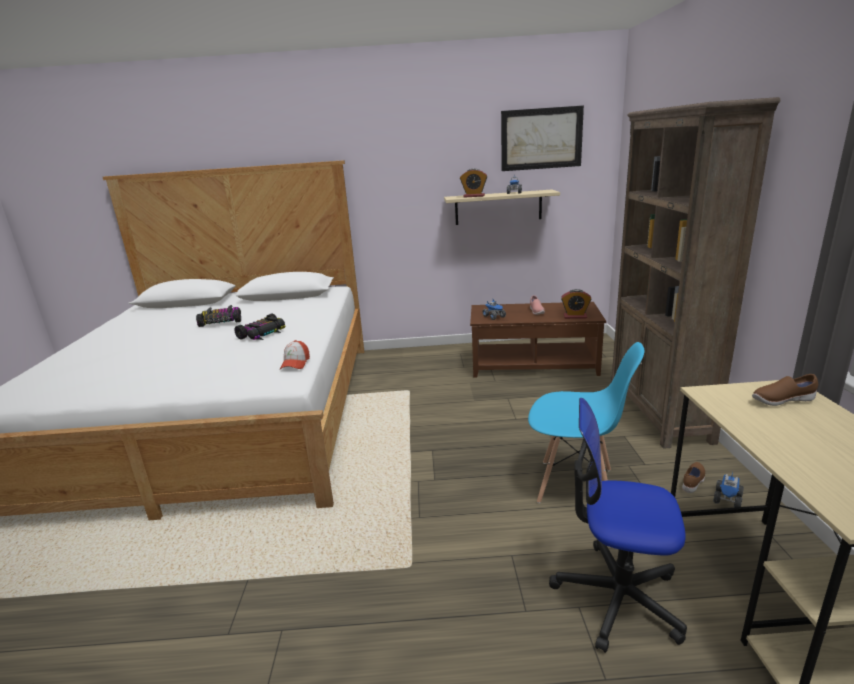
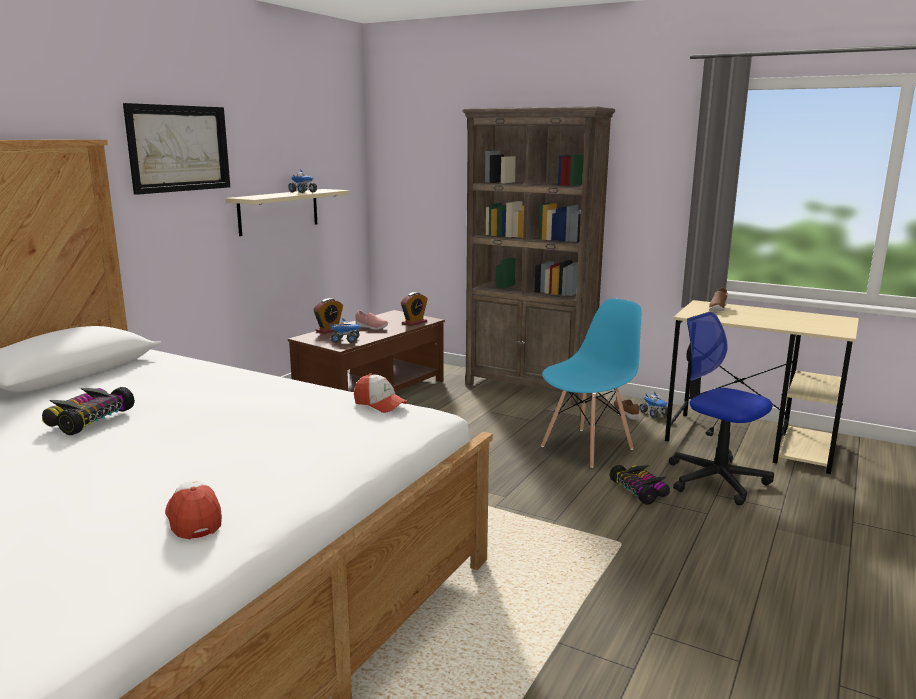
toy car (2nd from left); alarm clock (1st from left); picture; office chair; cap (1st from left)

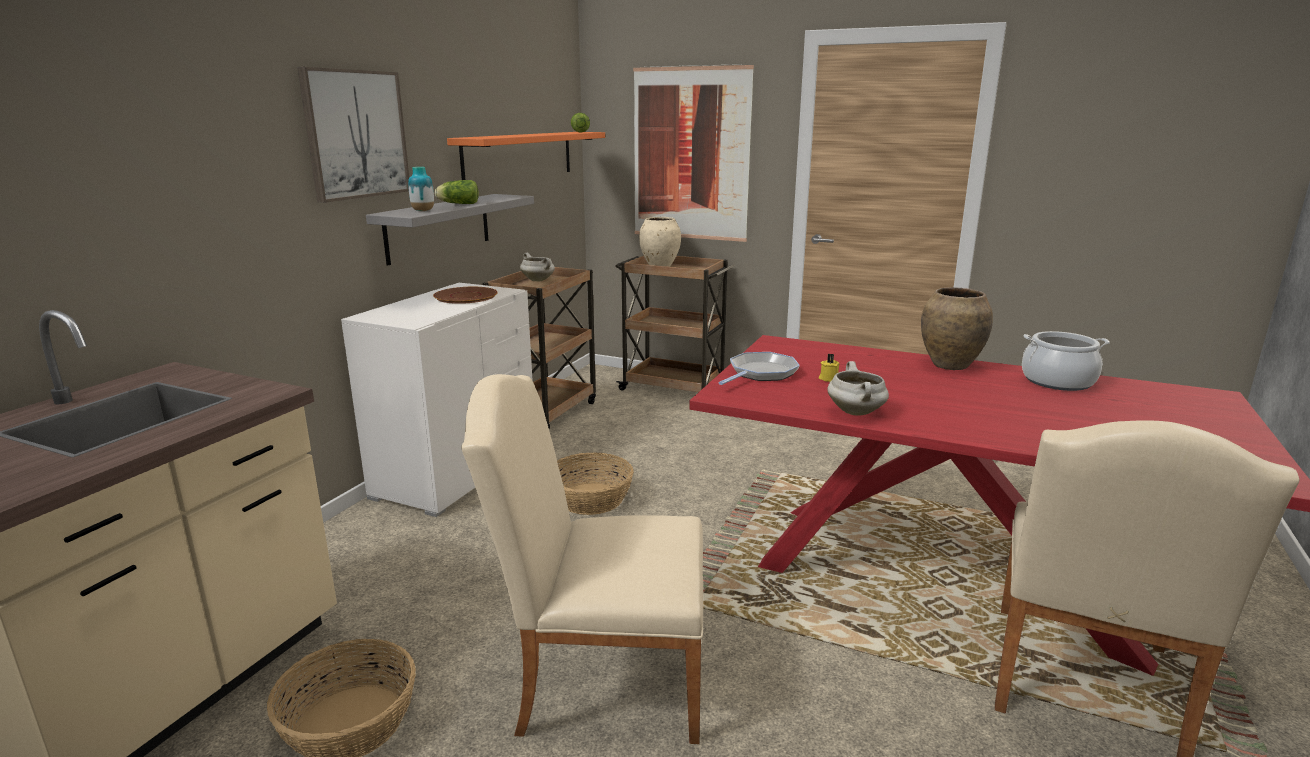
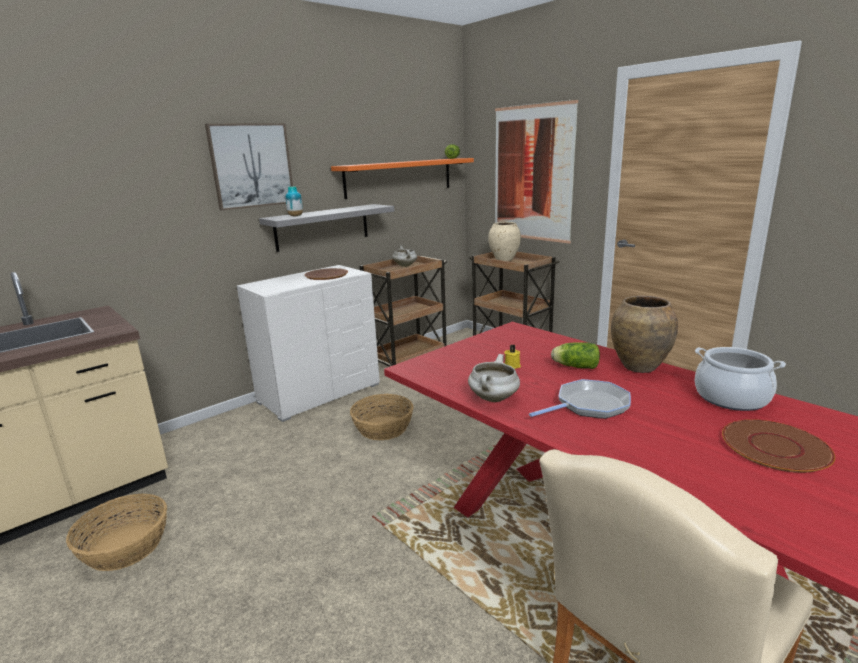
lettuce (2nd from left); chair (beige) (1st from left in the first image); frying pan; plate (brown) (2nd from left)

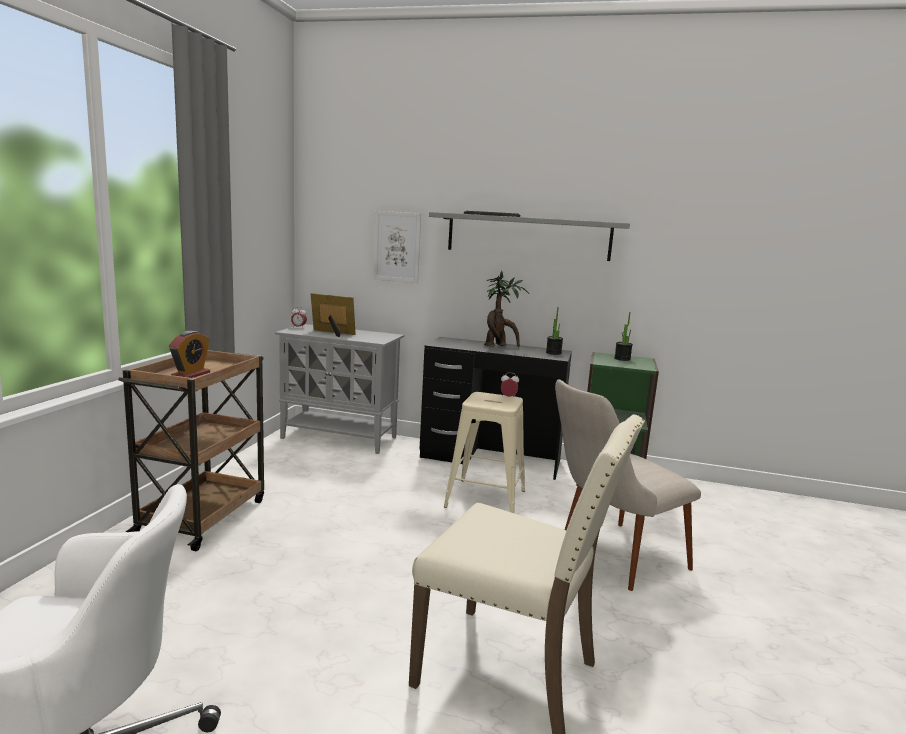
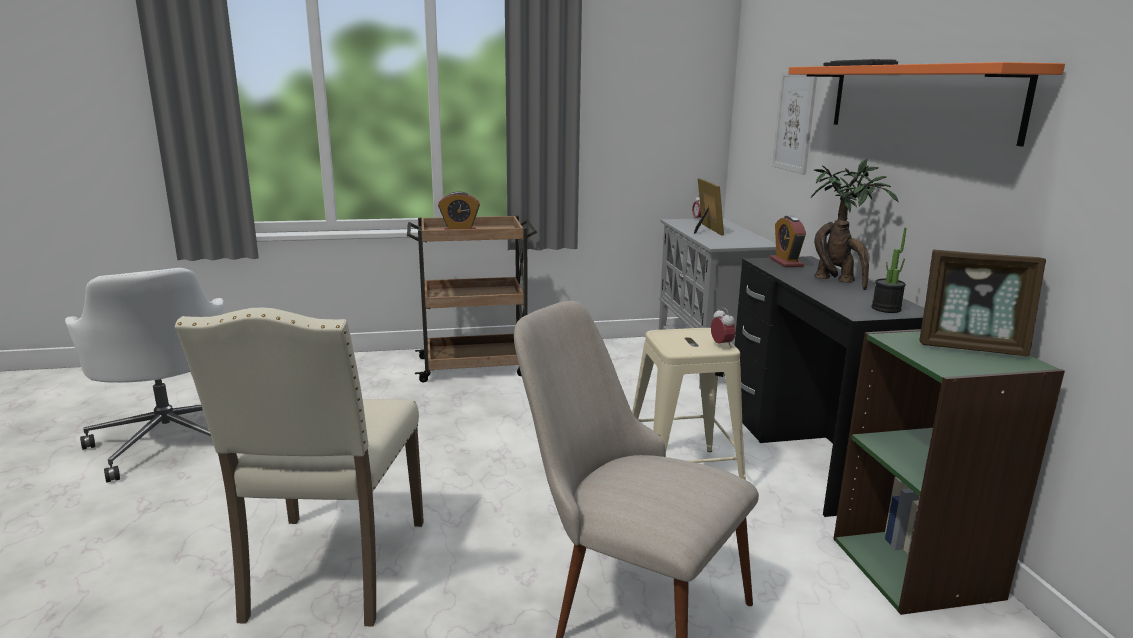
shelf (orange); picture frame (2nd from left); alarm clock (4th from left)

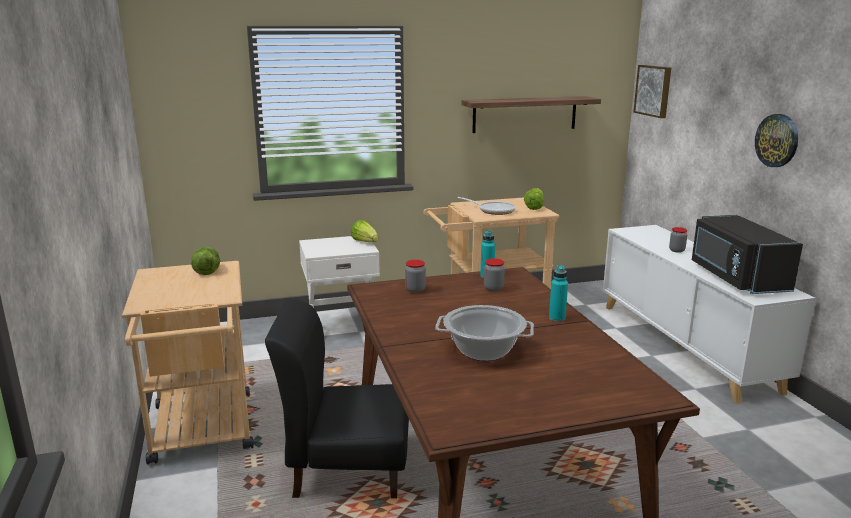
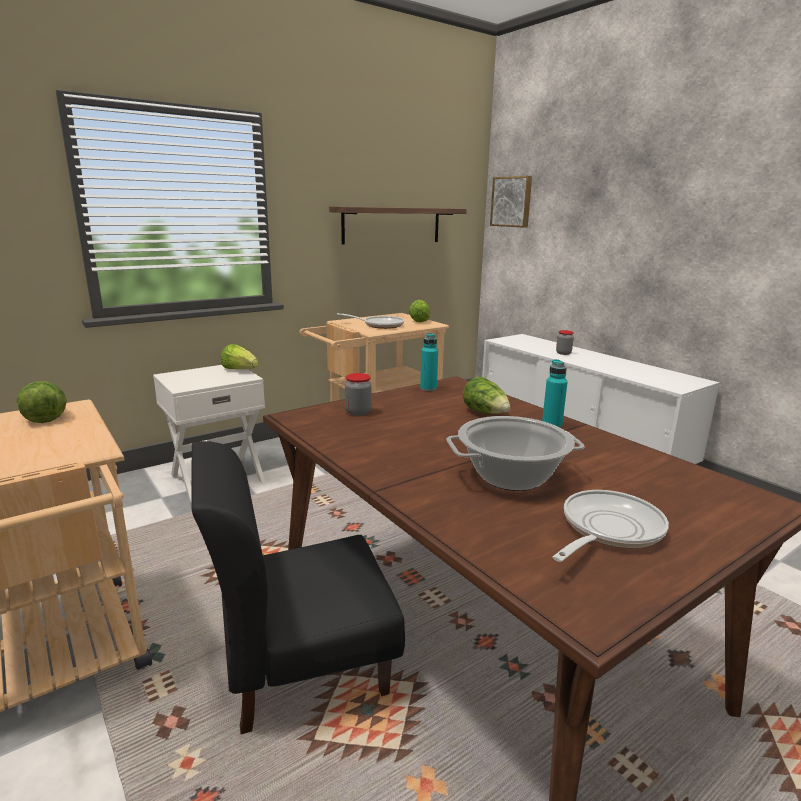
jar (2nd from left in the first image); microwave (black); wall clock; lettuce (4th from left); frying pan (2nd from left)

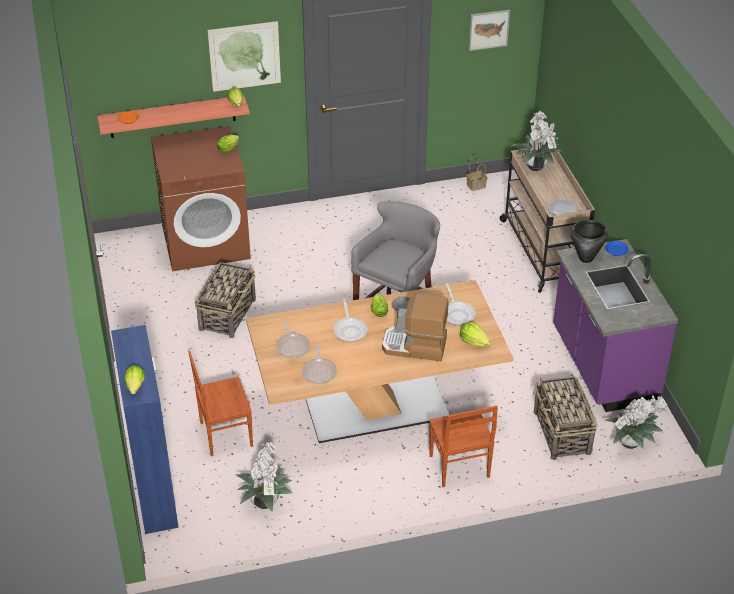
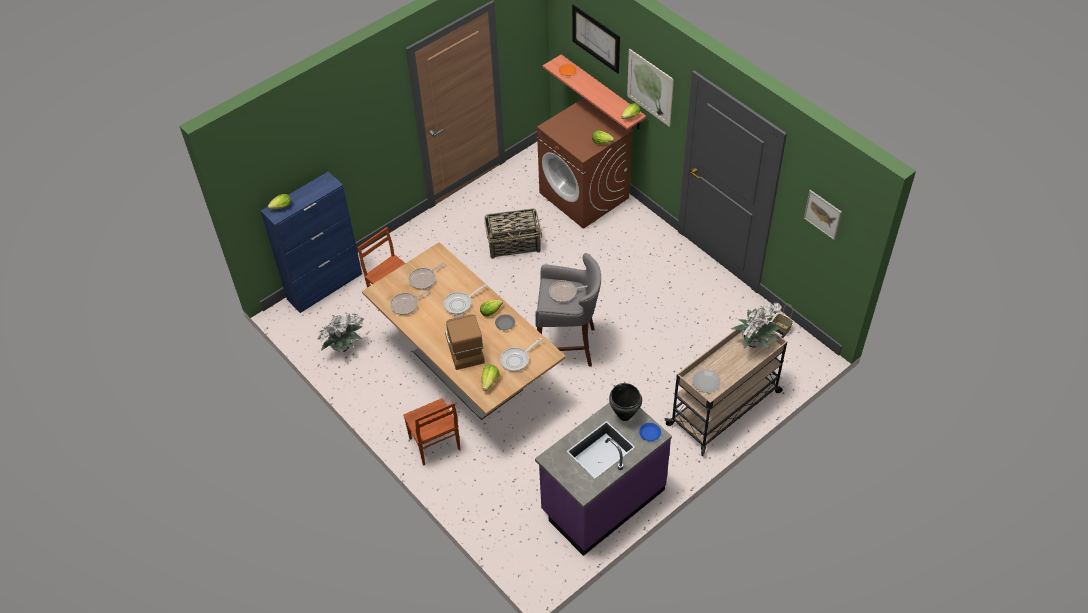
chair (brown) (2nd from left); basket (3rd from left in the first image); potted plant (3rd from left in the first image); frying pan (5th from left); picture (1st from left)

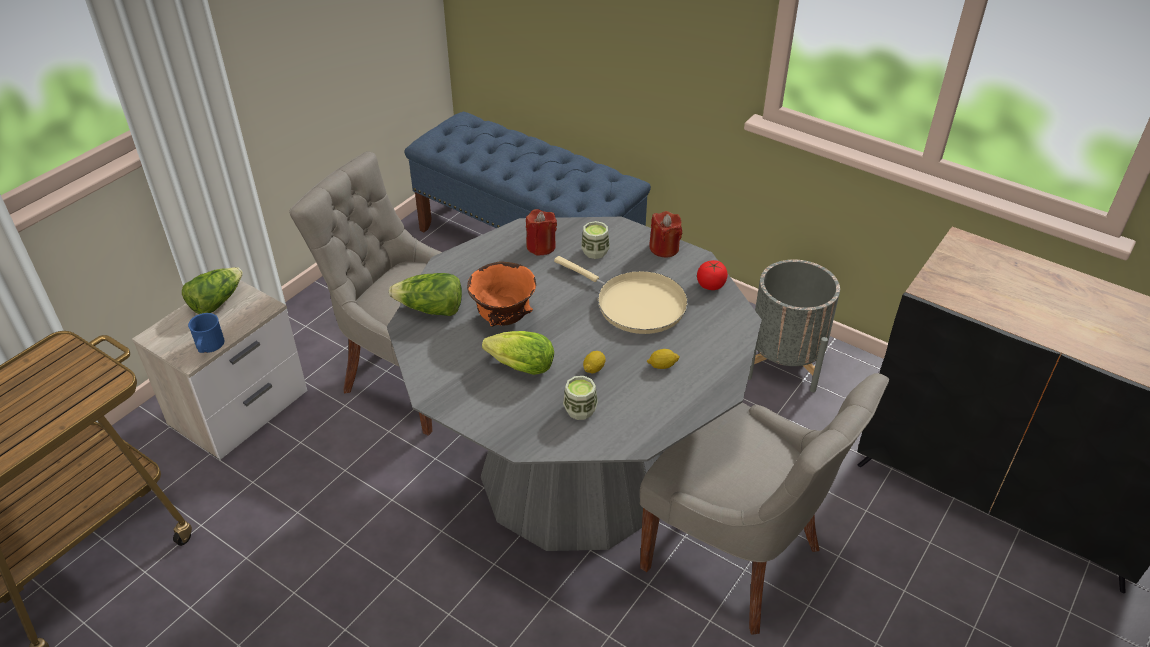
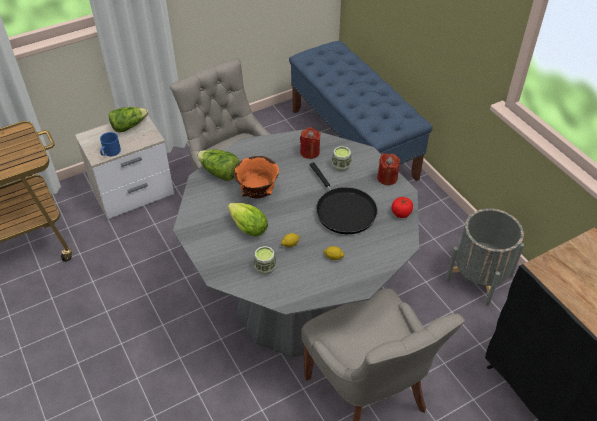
frying pan (black)

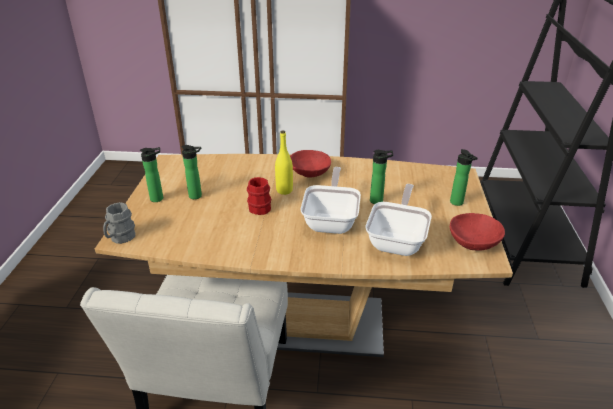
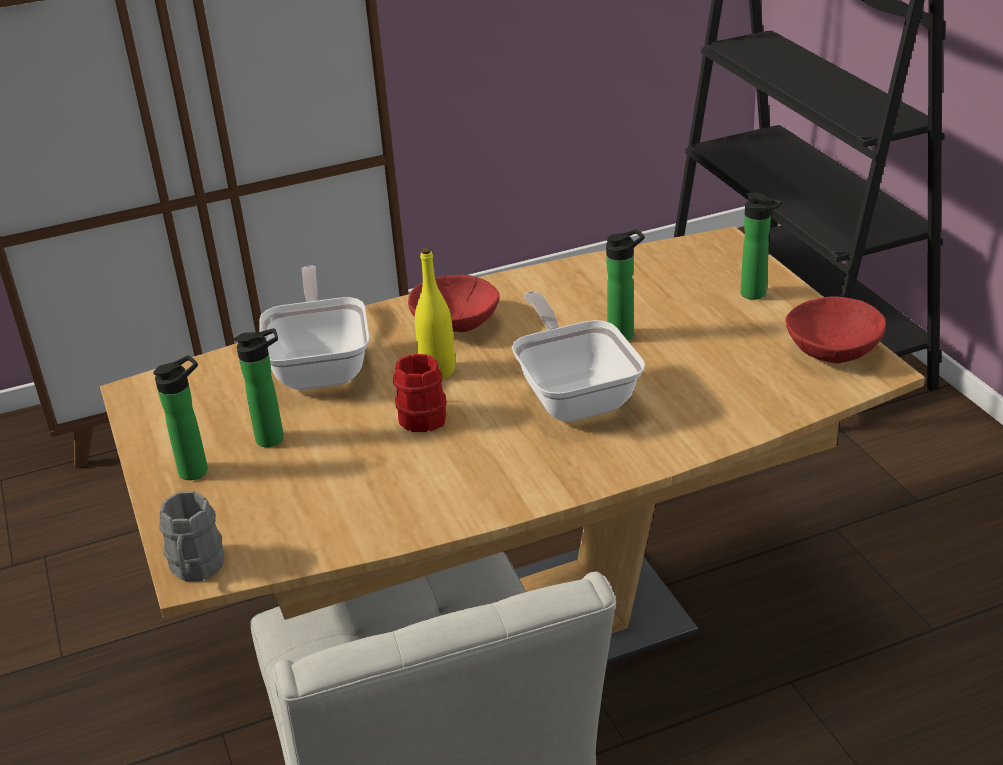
frying pan (1st from left)

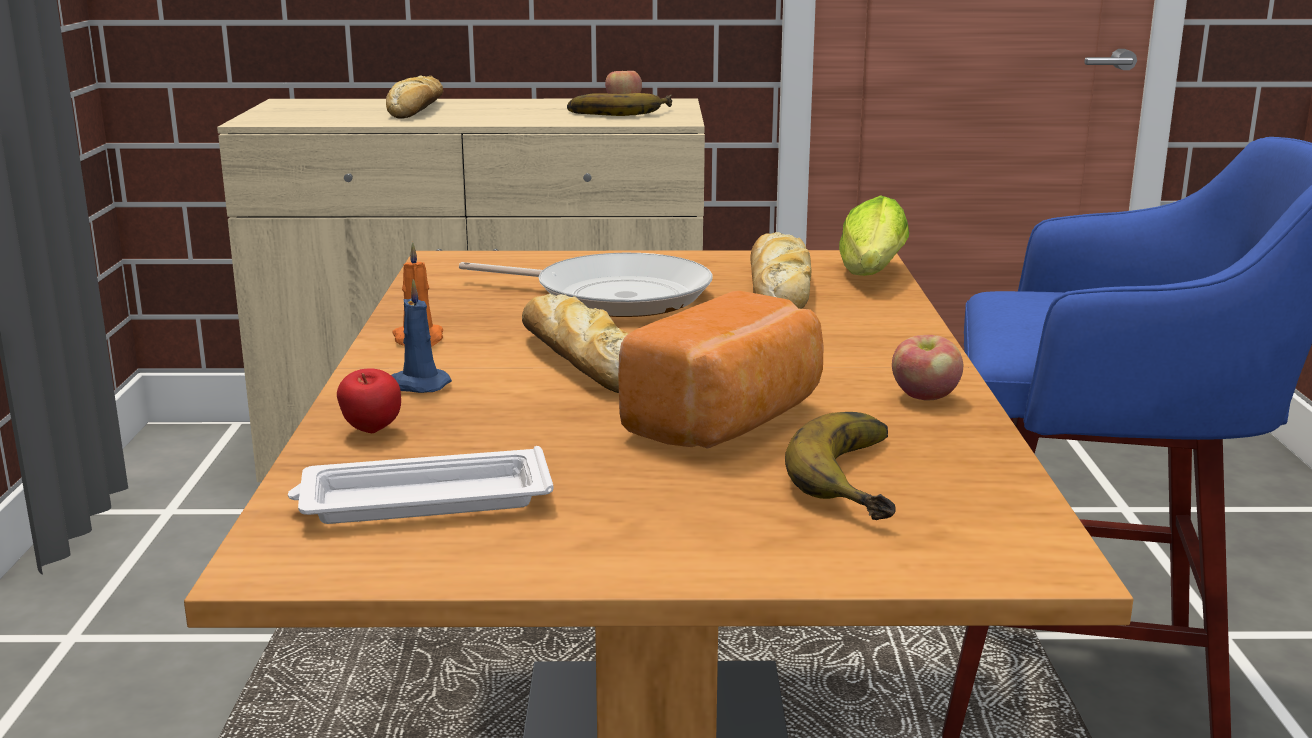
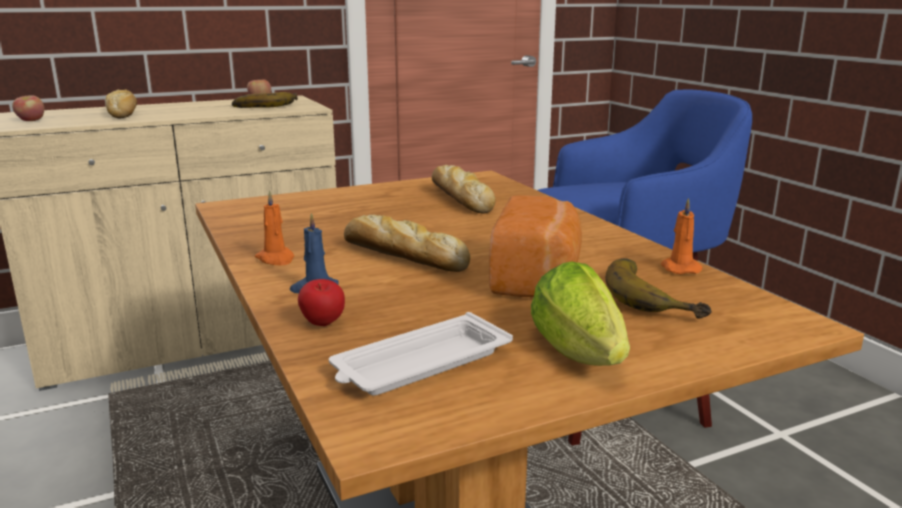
frying pan; lettuce; apple (1st from left); candle (orange) (2nd from left)

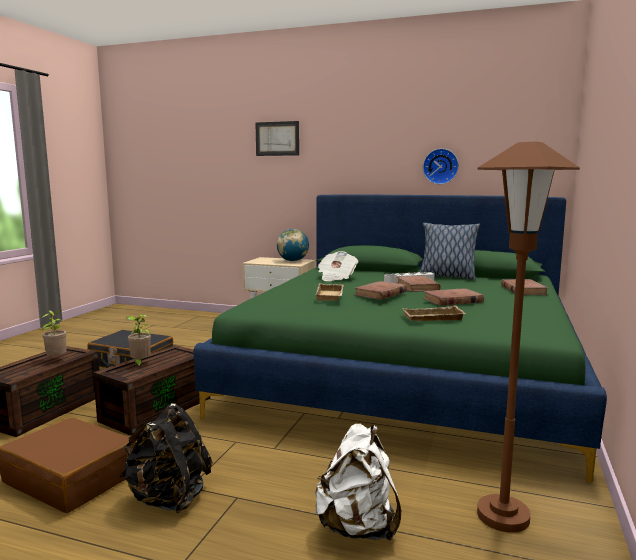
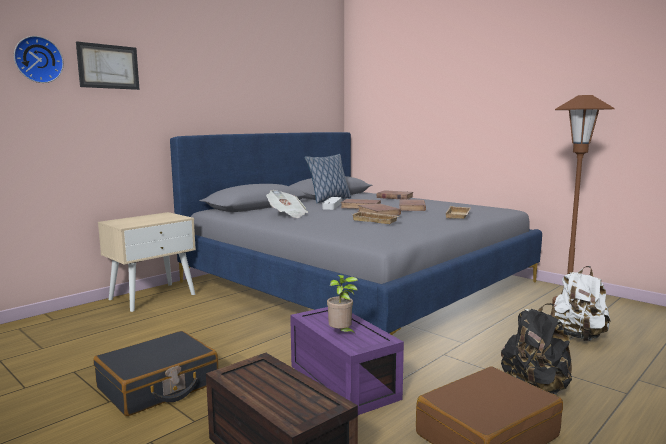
potted plant (1st from left in the first image); storage box (purple); bed (grey); globe; wall clock

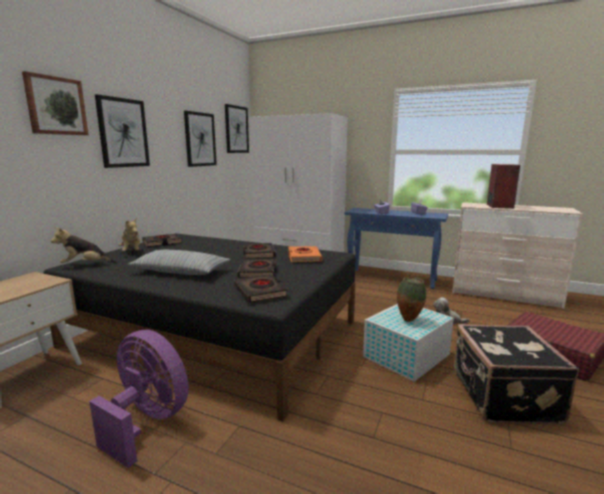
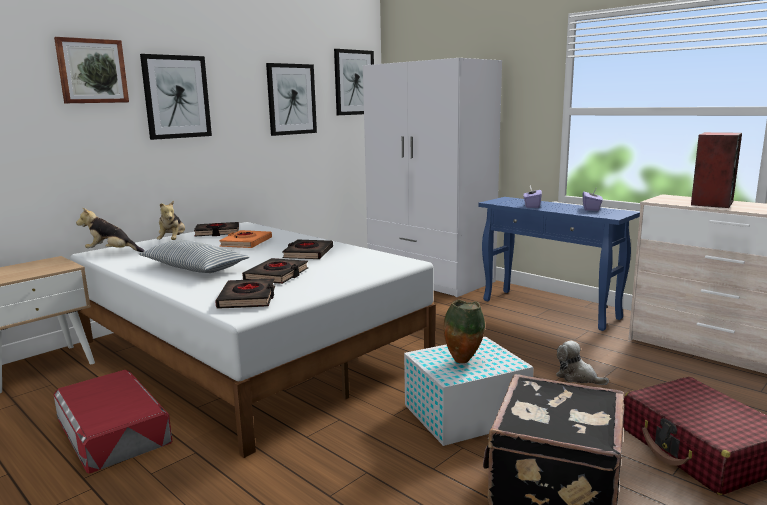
bed (white); storage box (red); book (orange)

